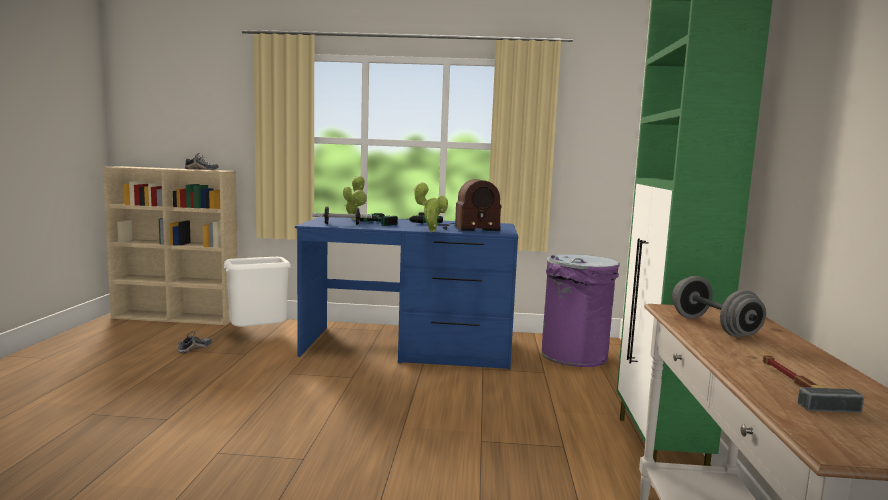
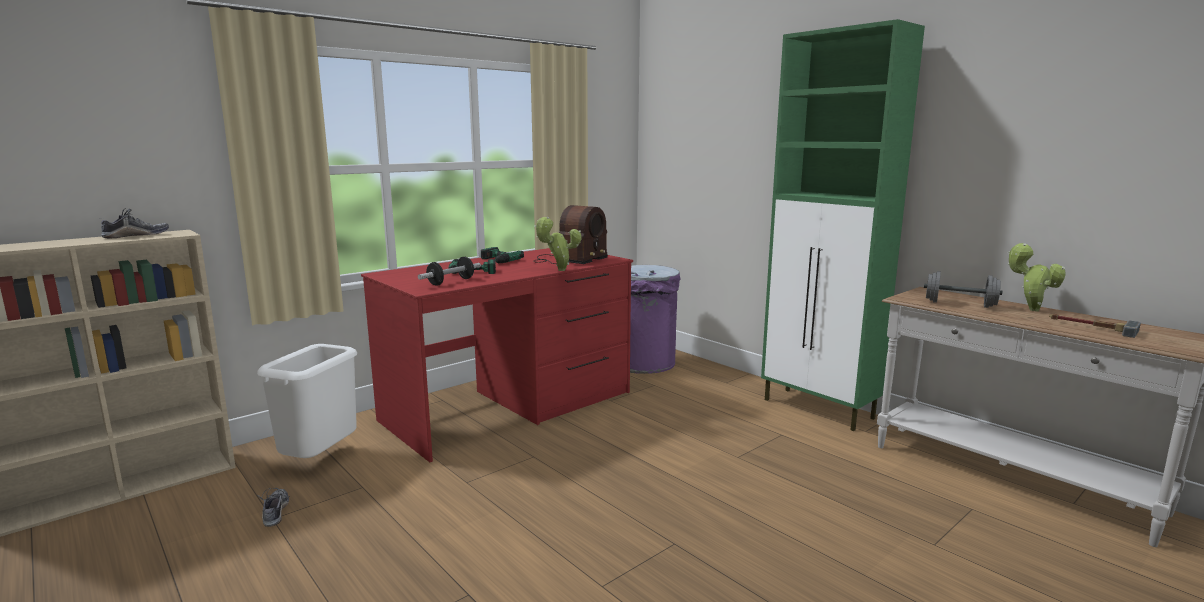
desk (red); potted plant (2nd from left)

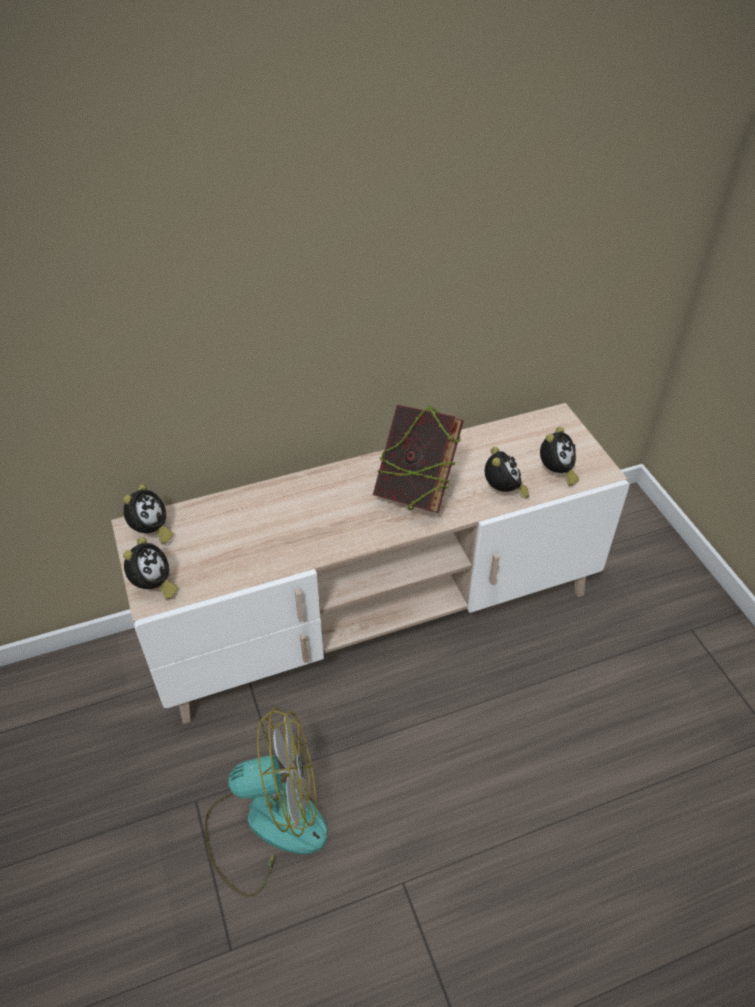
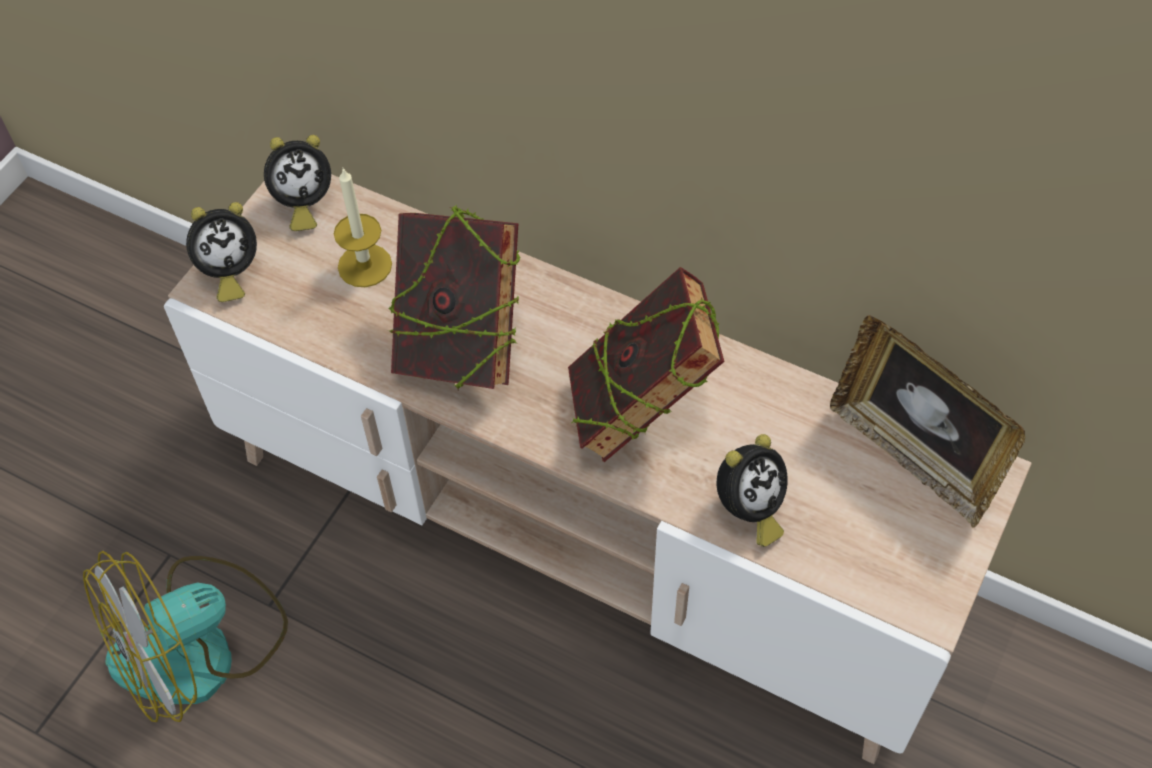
fan; alarm clock (4th from left in the first image); candle; book (1st from left); picture frame

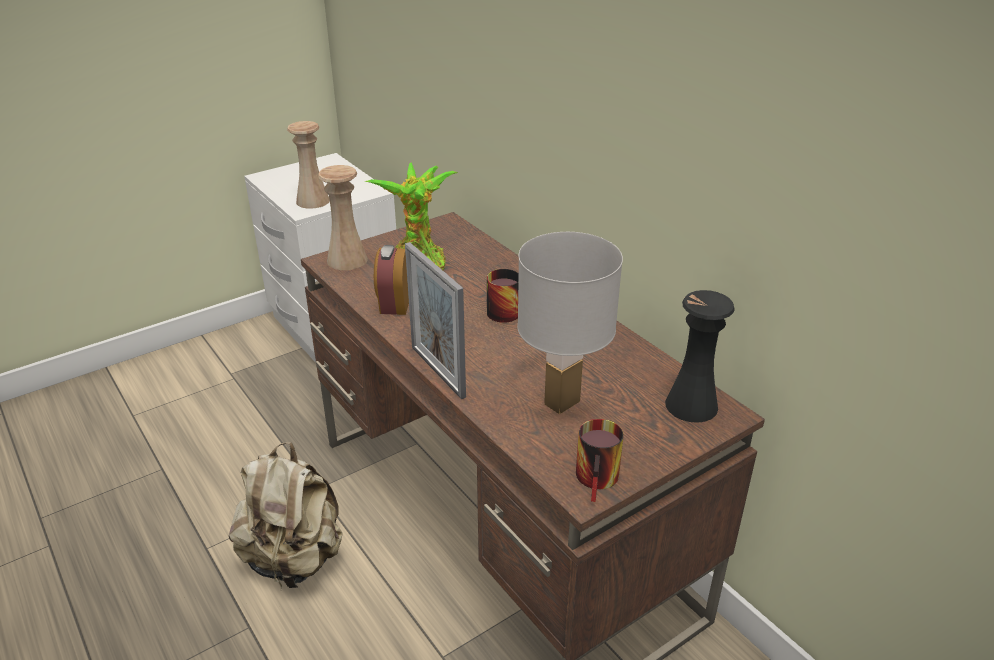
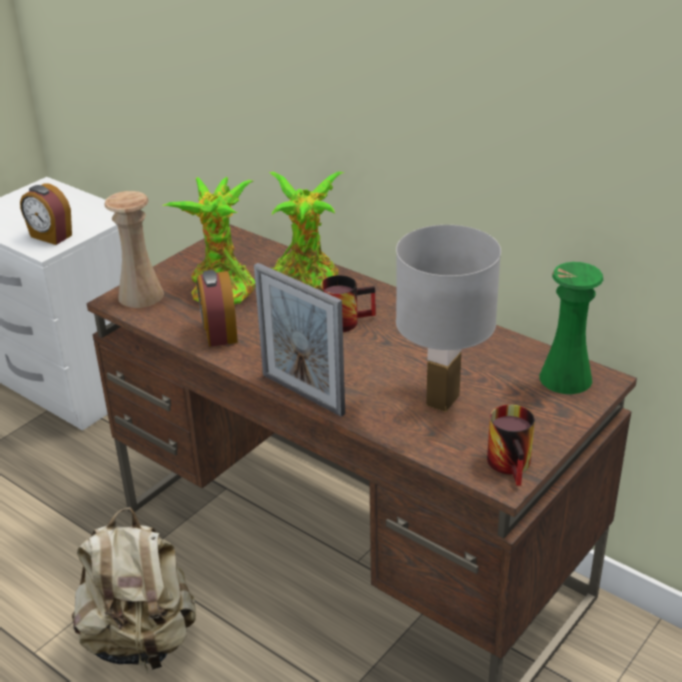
alarm clock (1st from left); vase (green); potted plant (2nd from left)

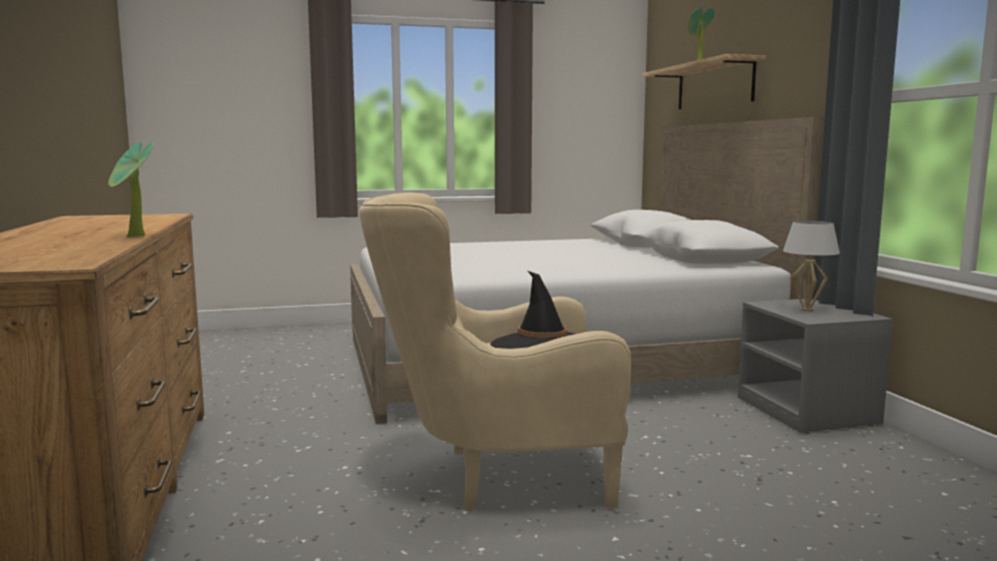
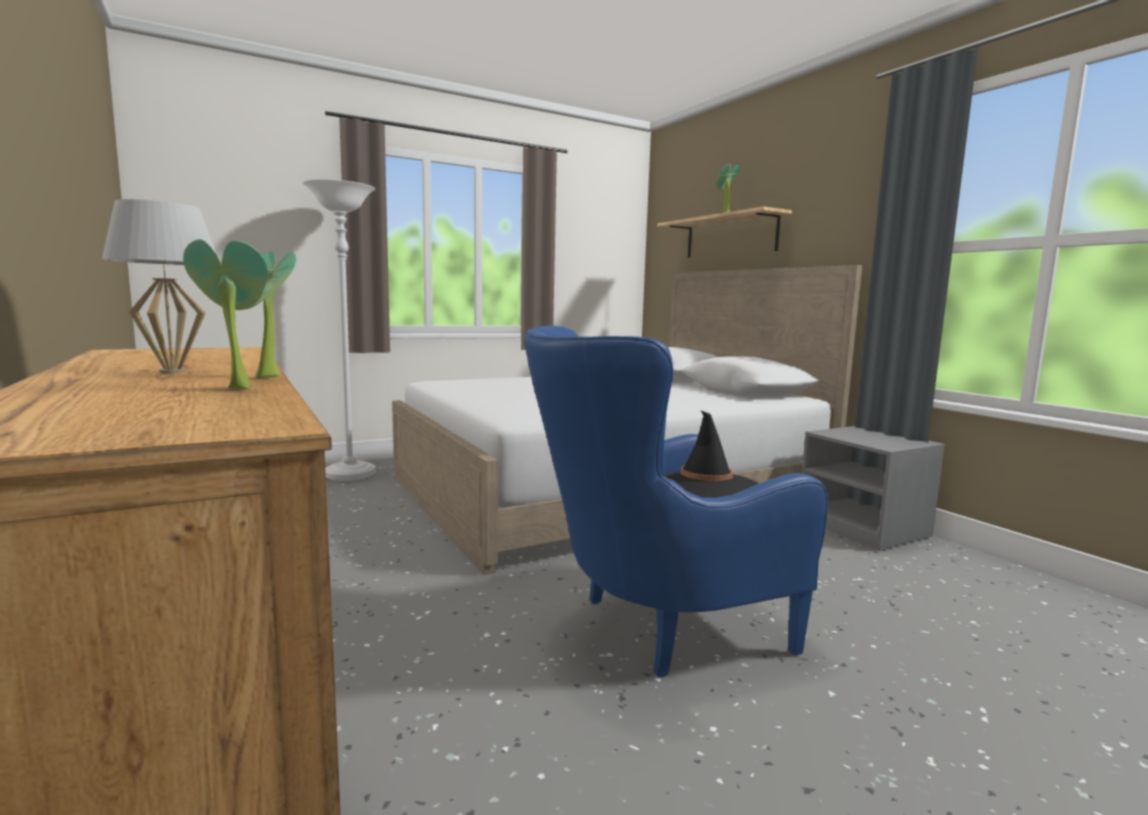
armchair (blue); table lamp (white); potted plant (1st from left); floor lamp (white)

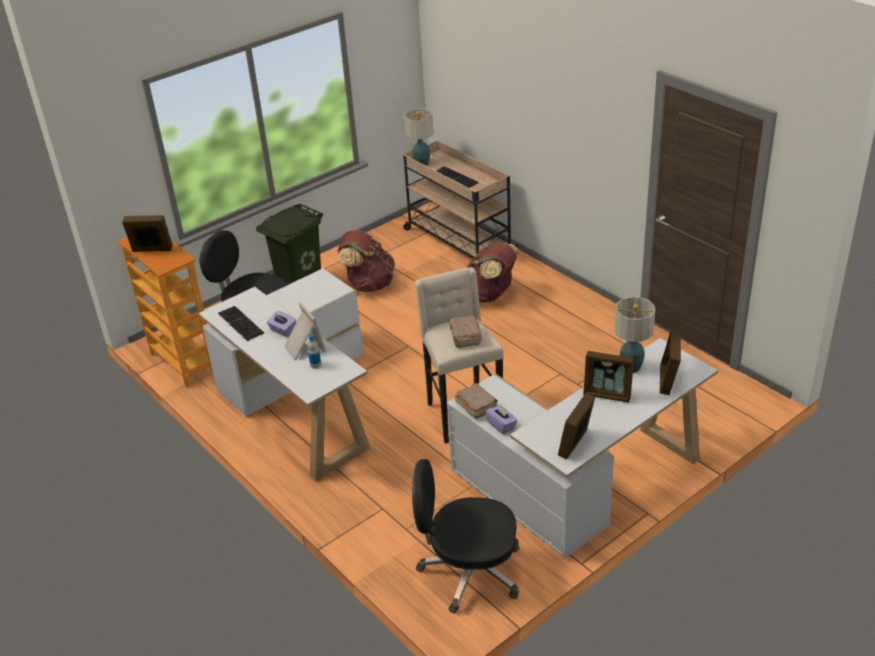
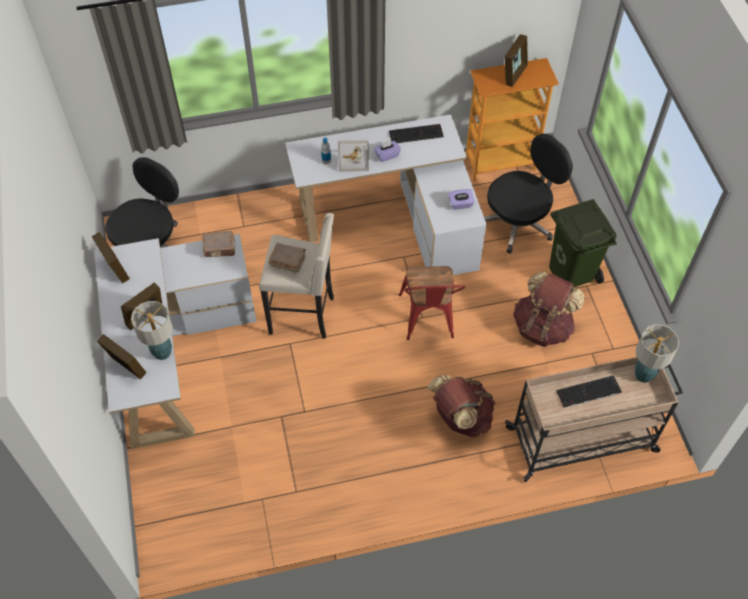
tissue box (purple) (2nd from left); chair (red)

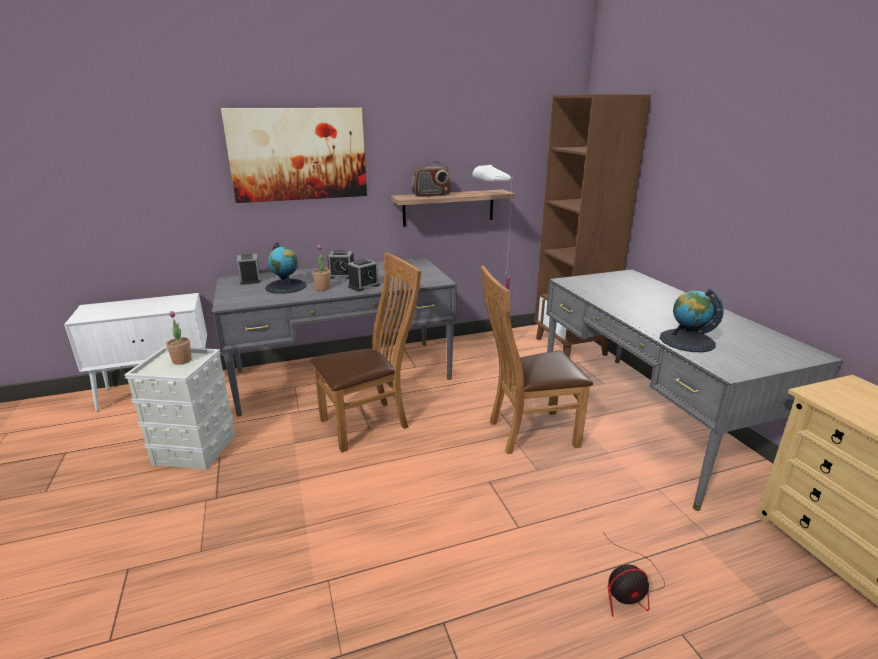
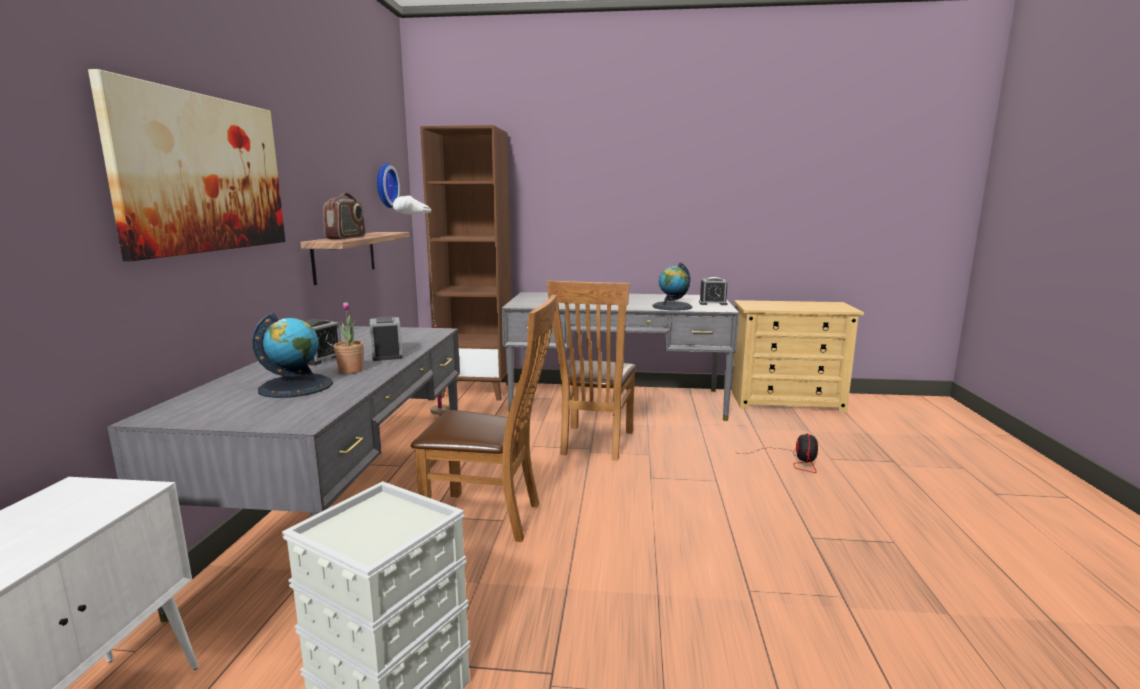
potted plant (1st from left in the first image); alarm clock (3rd from left); chair (brown) (1st from left); wall clock

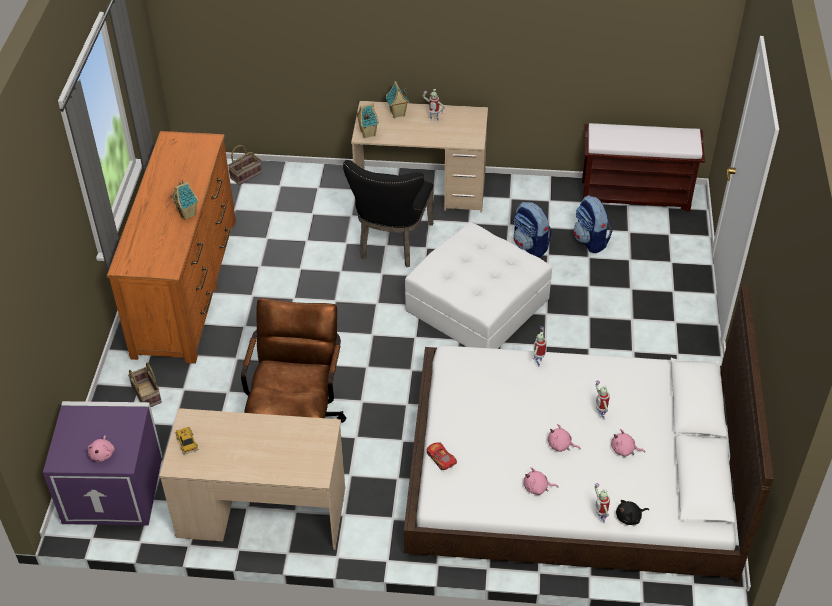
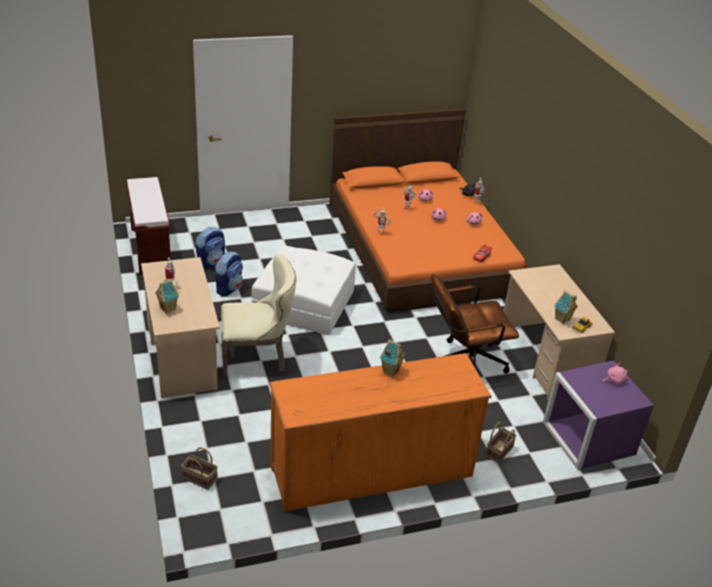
chair (beige); toy house (3rd from left); bed (orange)

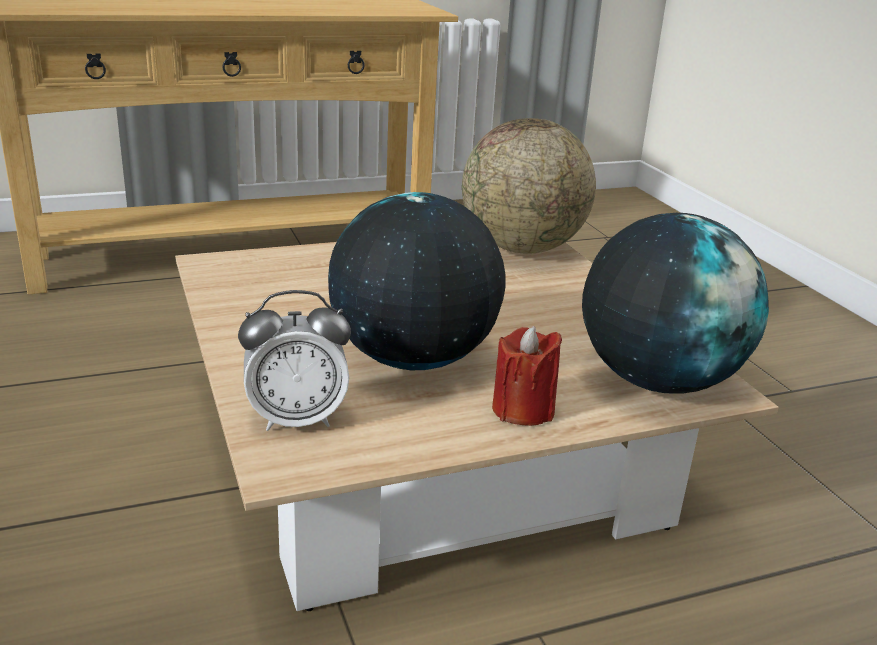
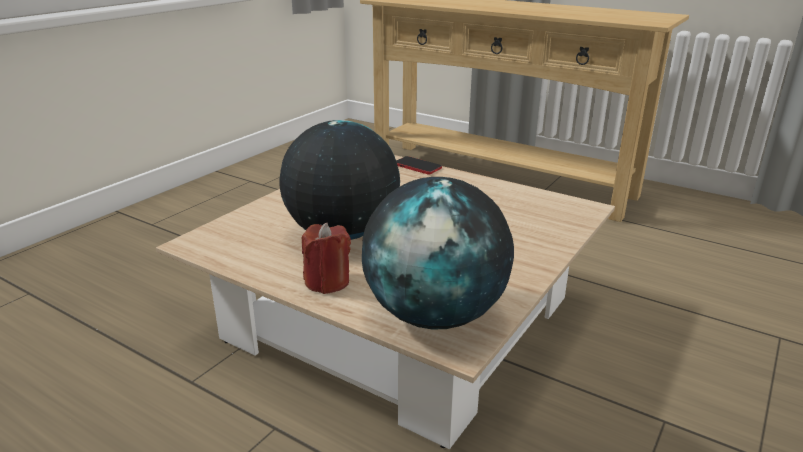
alarm clock; globe (2nd from left in the first image); phone

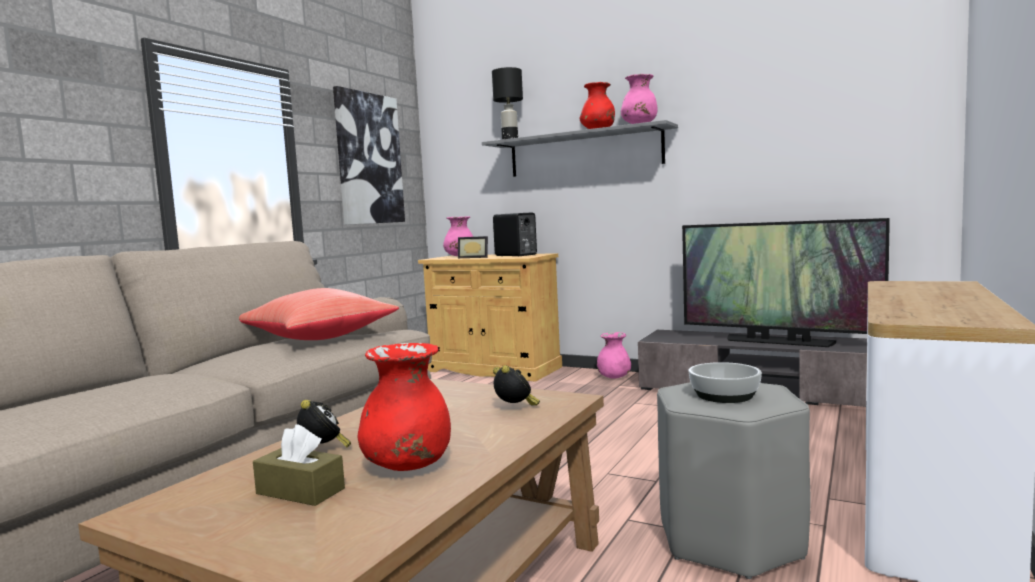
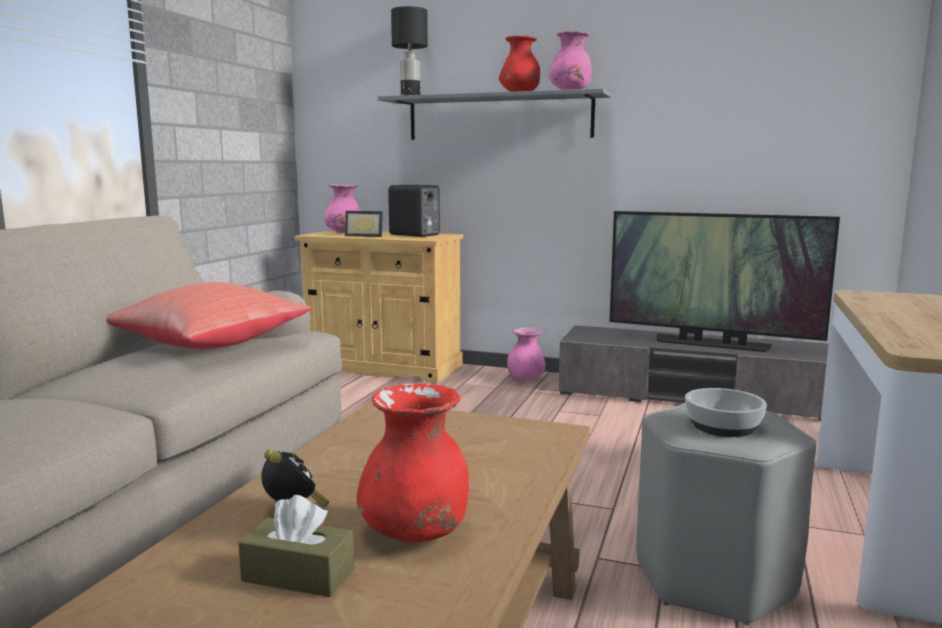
picture; alarm clock (2nd from left in the first image)

